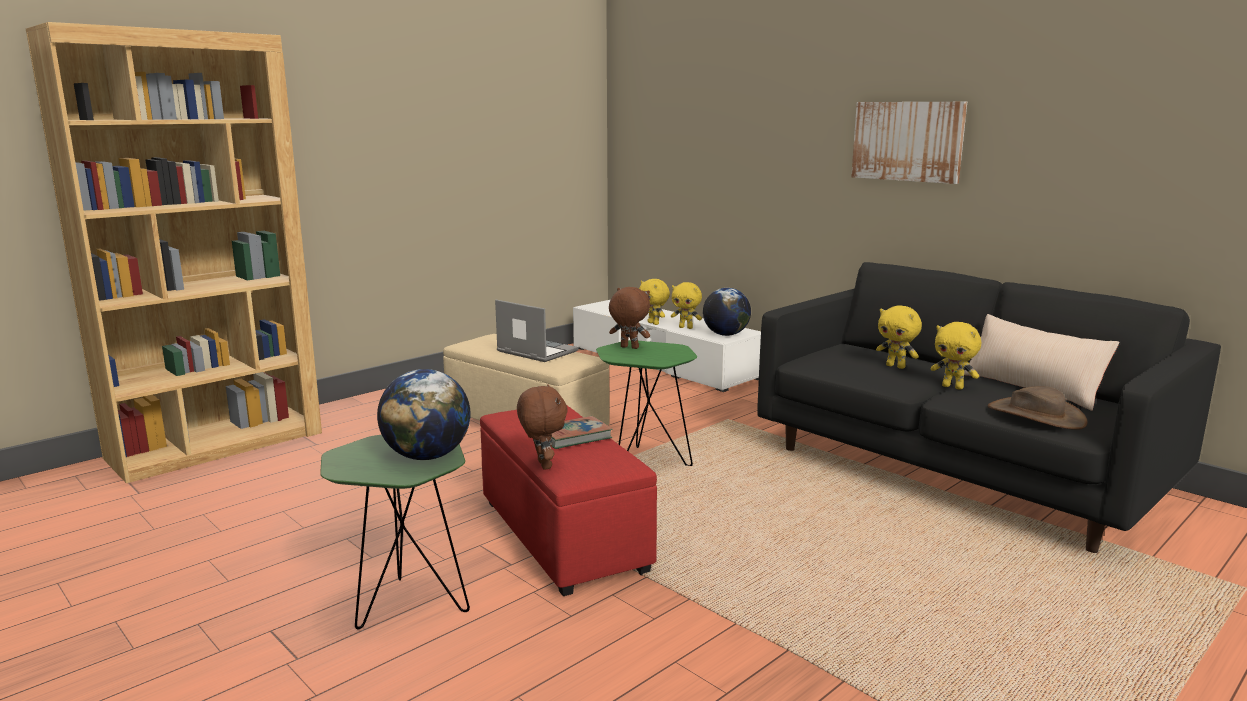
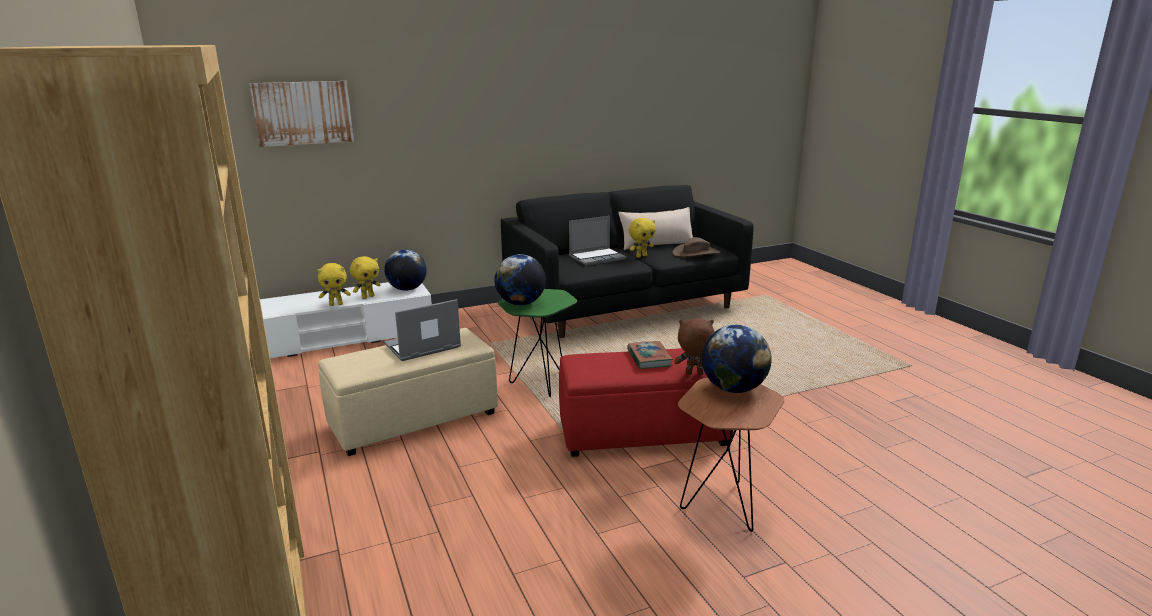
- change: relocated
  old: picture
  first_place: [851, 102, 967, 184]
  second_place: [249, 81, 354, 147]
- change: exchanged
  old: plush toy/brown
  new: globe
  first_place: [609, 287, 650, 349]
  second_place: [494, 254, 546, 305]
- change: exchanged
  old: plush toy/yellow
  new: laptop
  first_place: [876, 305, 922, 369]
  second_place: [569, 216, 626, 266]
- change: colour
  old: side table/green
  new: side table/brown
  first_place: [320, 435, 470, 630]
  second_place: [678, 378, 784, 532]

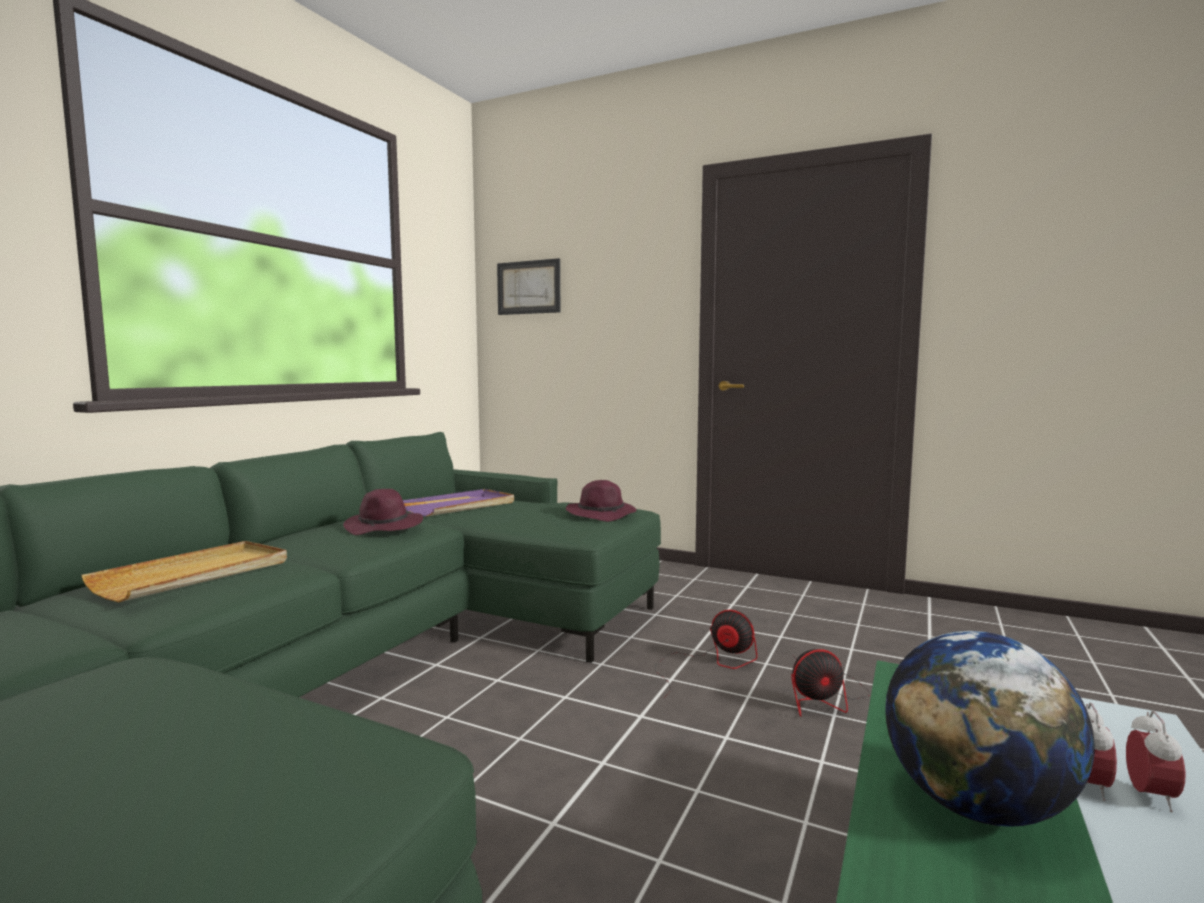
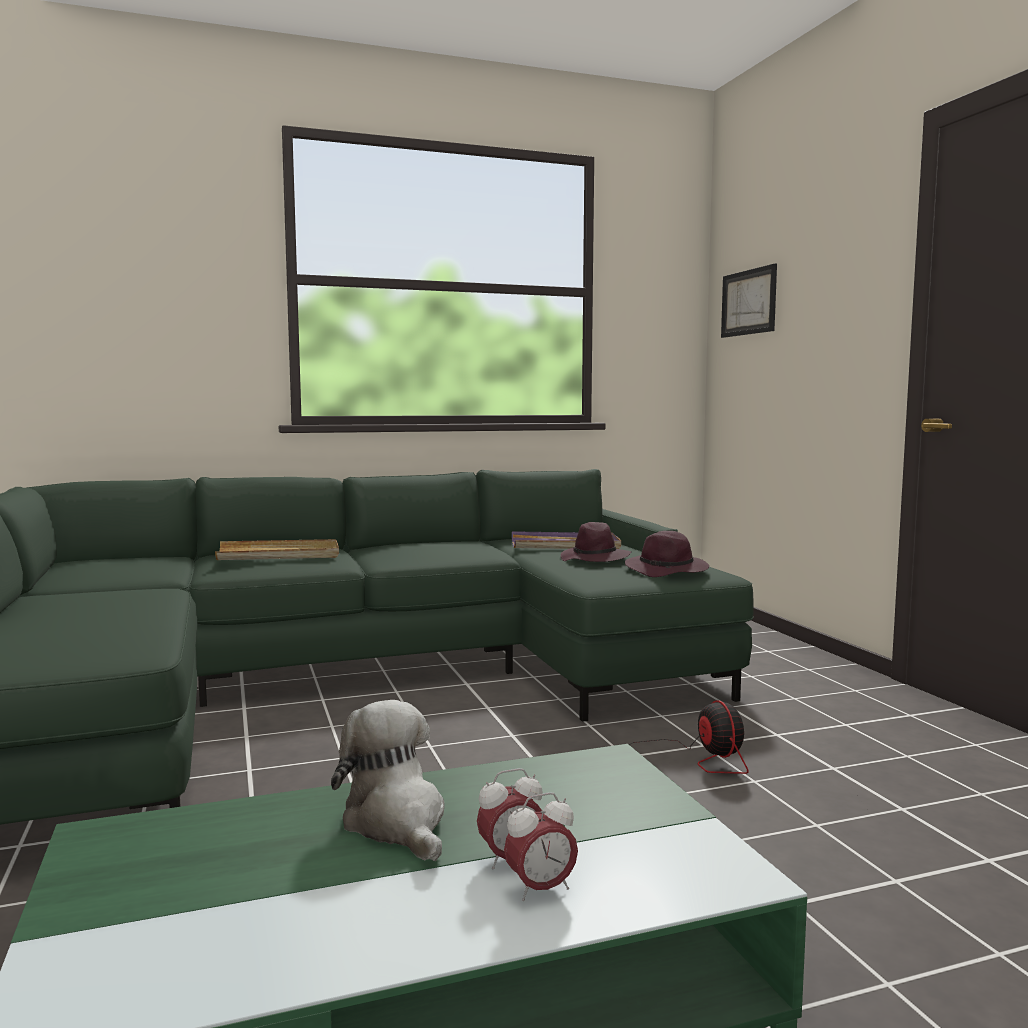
- change: relocated
  old: hat/purple
  first_place: [343, 489, 423, 535]
  second_place: [560, 522, 631, 562]
- change: exchanged
  old: globe
  new: plush toy
  first_place: [886, 631, 1095, 827]
  second_place: [331, 700, 445, 861]
- change: missing
  old: fan
  first_place: [791, 649, 870, 717]

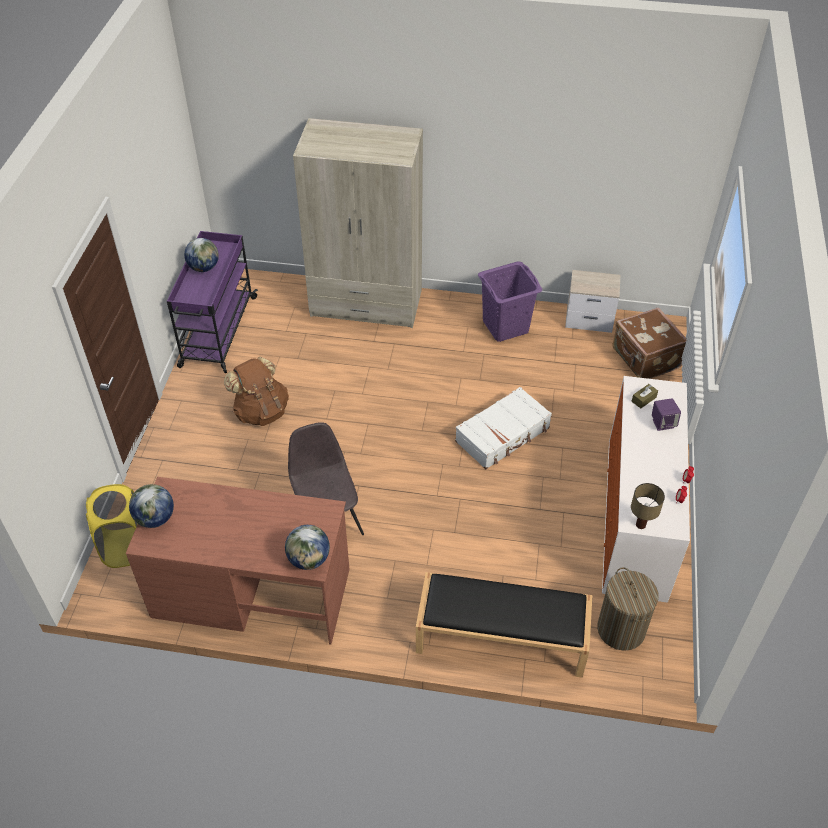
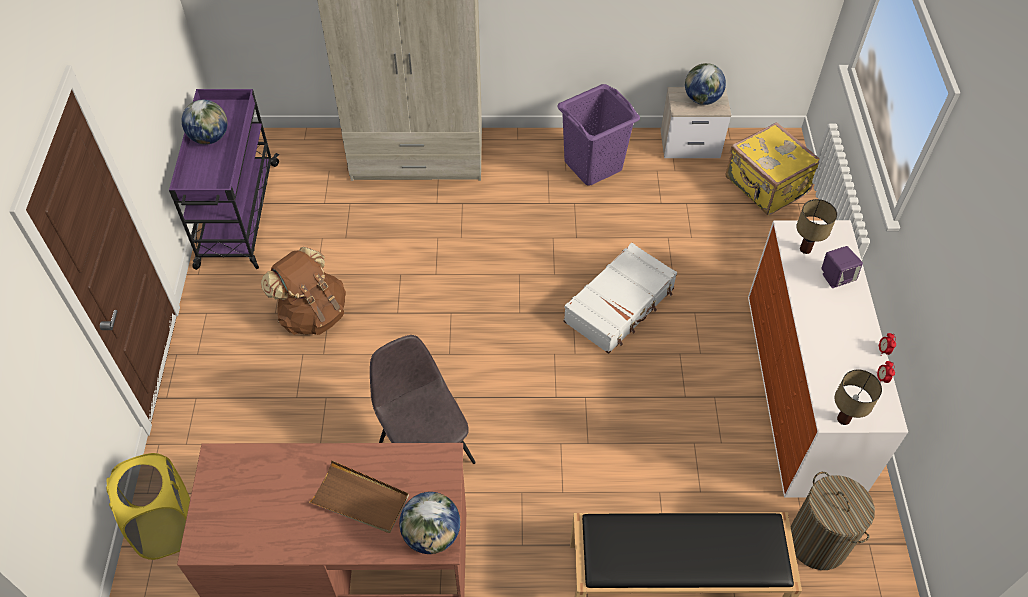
- change: colour
  old: suitcase/brown
  new: suitcase/yellow
  first_place: [612, 307, 687, 379]
  second_place: [726, 122, 820, 215]
- change: exchanged
  old: tissue box/brown
  new: table lamp
  first_place: [632, 384, 658, 408]
  second_place: [796, 199, 837, 254]
- change: relocated
  old: globe
  first_place: [129, 484, 174, 528]
  second_place: [685, 63, 726, 105]
- change: appeared
  new: tray/brown
  second_place: [309, 460, 409, 533]

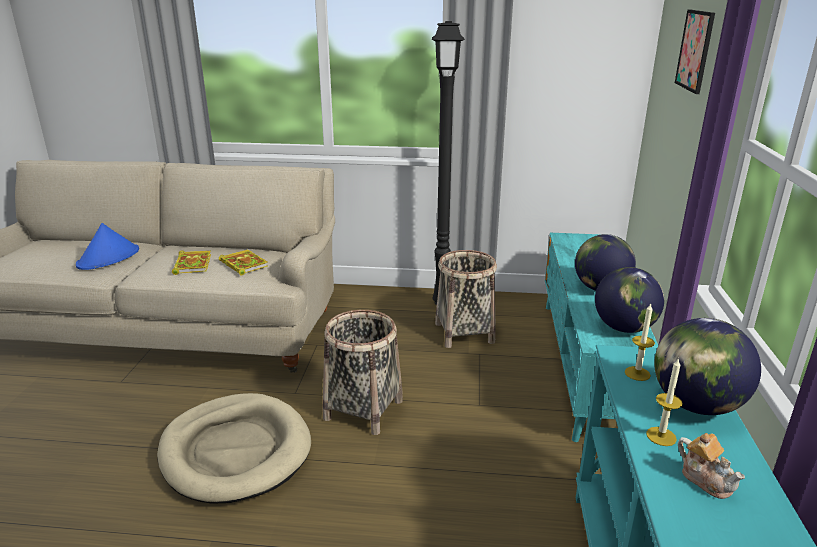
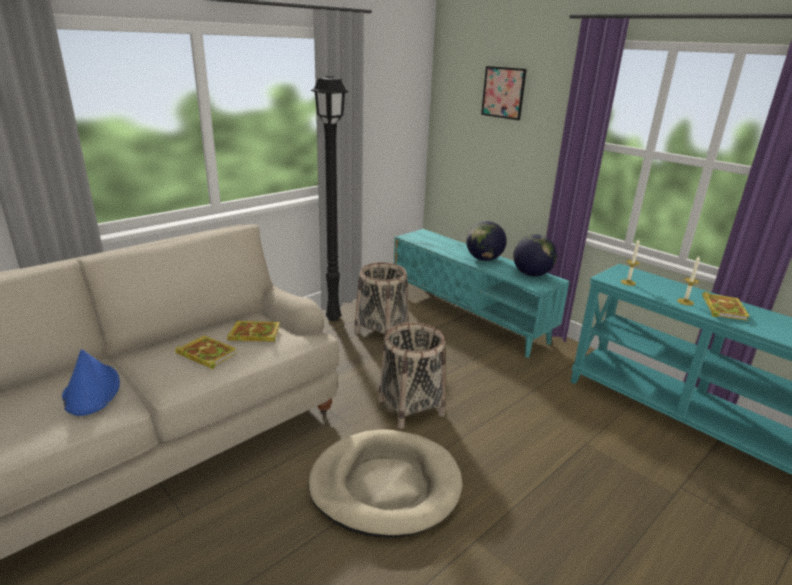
- change: missing
  old: globe
  first_place: [654, 318, 761, 415]
- change: exchanged
  old: teapot
  new: book
  first_place: [678, 433, 745, 499]
  second_place: [702, 292, 750, 321]

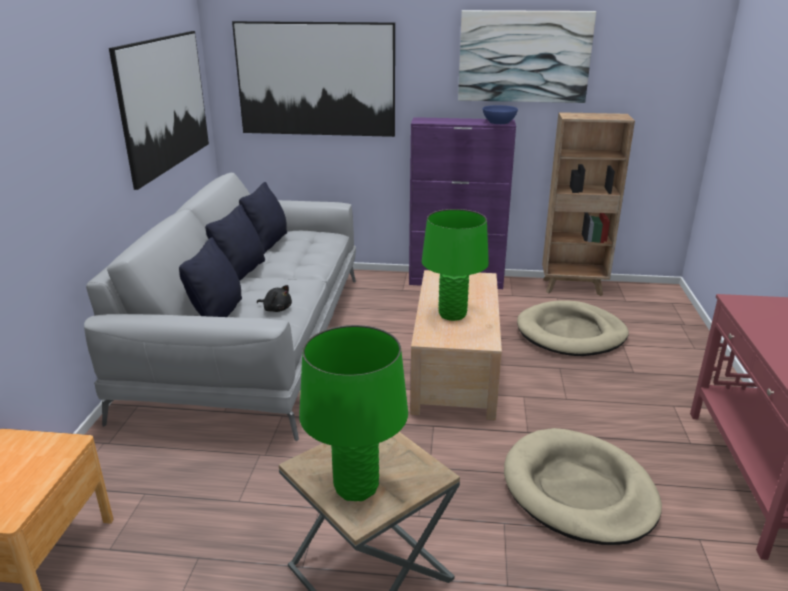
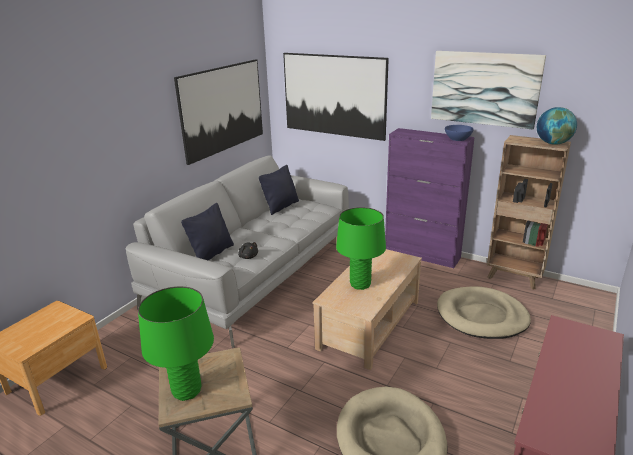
- change: missing
  old: pillow/black
  first_place: [205, 205, 265, 281]
- change: appeared
  new: globe
  second_place: [537, 107, 577, 145]

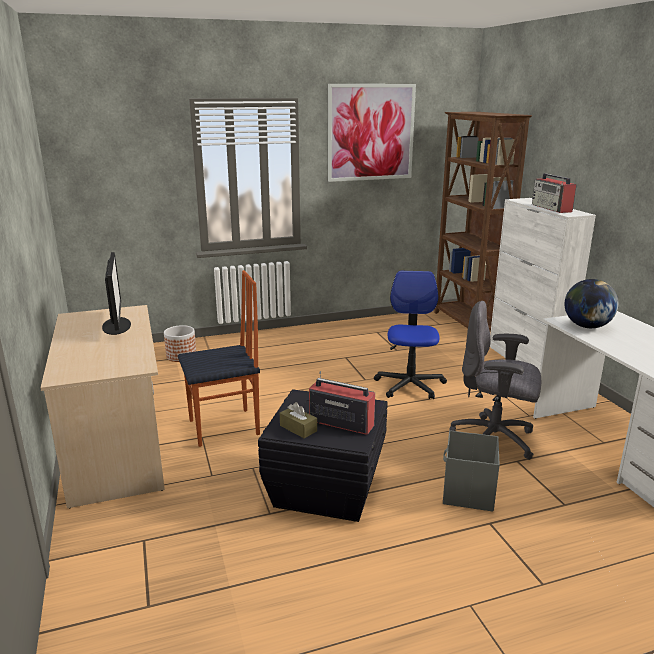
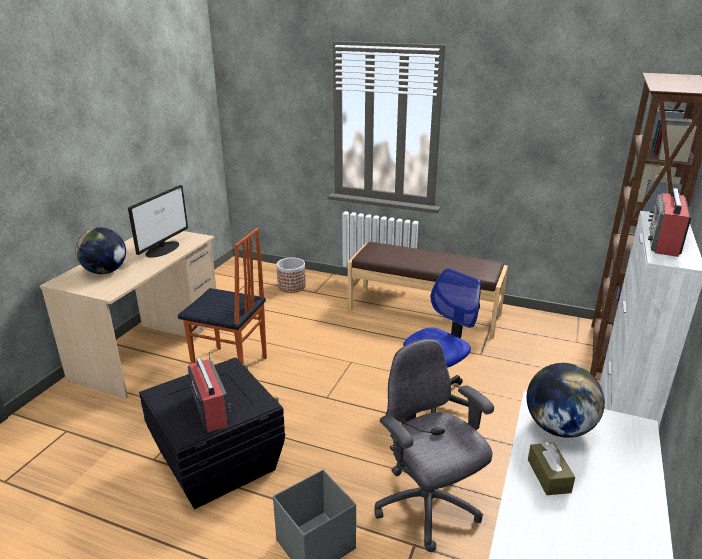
- change: missing
  old: picture
  first_place: [328, 84, 416, 182]
- change: relocated
  old: tissue box/brown
  first_place: [280, 402, 317, 438]
  second_place: [528, 442, 575, 495]
- change: appeared
  new: globe
  second_place: [75, 227, 126, 274]
- change: appeared
  new: bench/brown
  second_place: [348, 242, 508, 339]

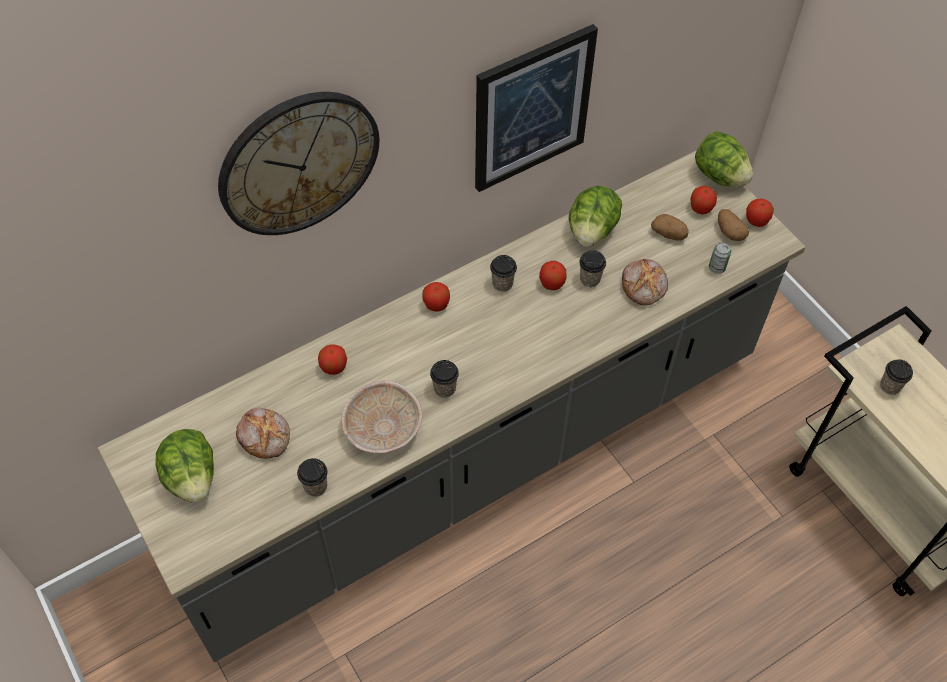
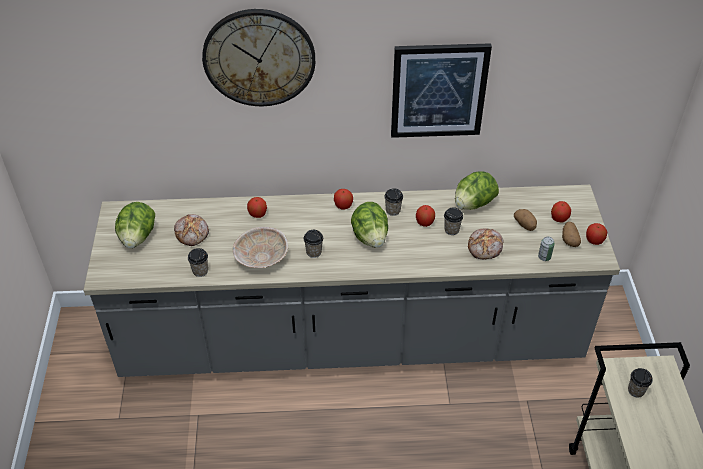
- change: relocated
  old: lettuce
  first_place: [695, 132, 754, 187]
  second_place: [351, 202, 388, 248]

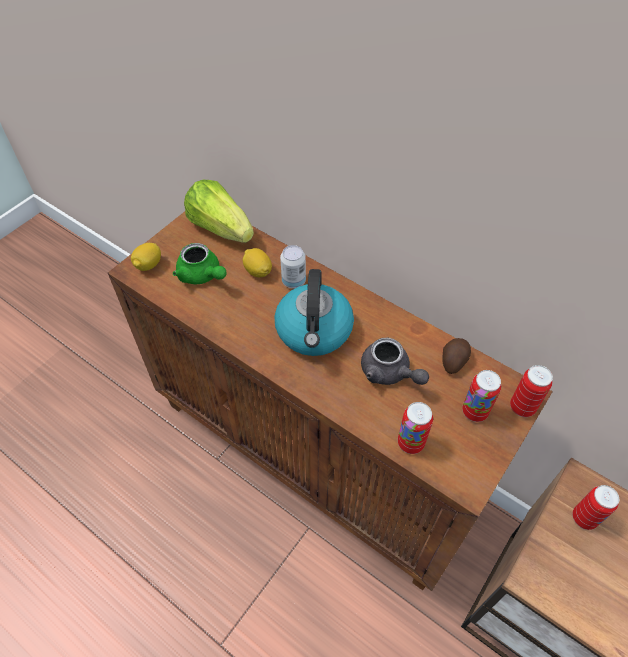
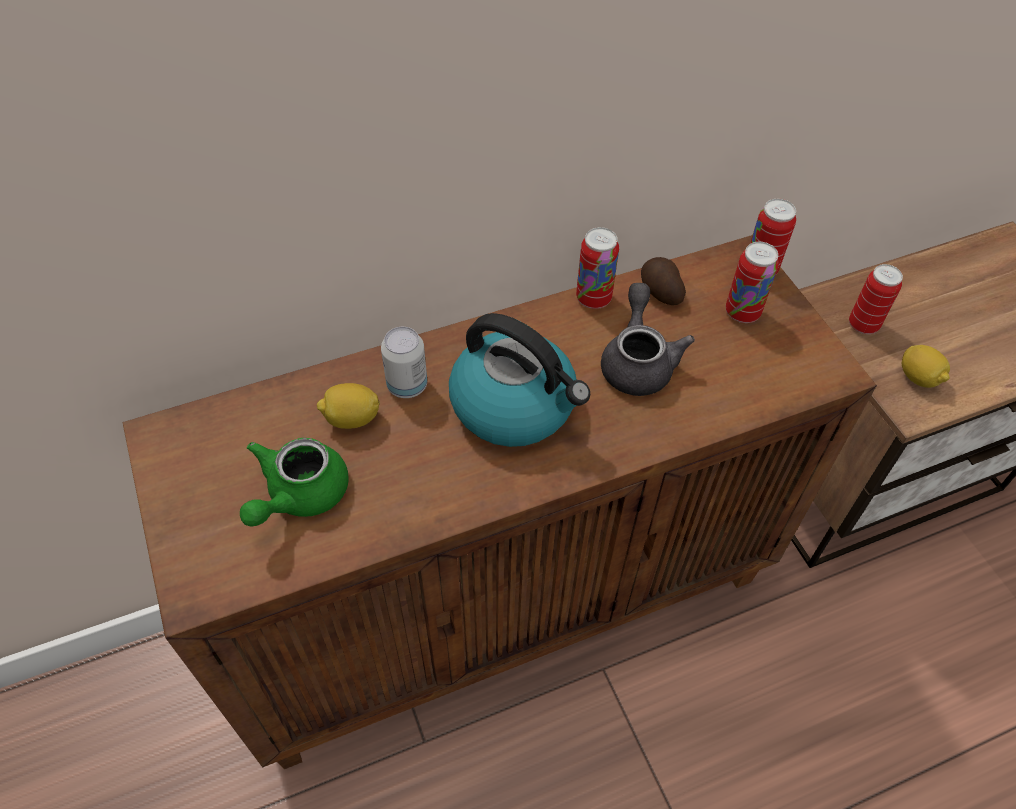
- change: missing
  old: lettuce
  first_place: [184, 180, 254, 243]
- change: relocated
  old: lemon
  first_place: [131, 243, 161, 271]
  second_place: [902, 345, 950, 388]
- change: spun
  old: teapot/green
  first_place: [173, 243, 227, 285]
  second_place: [240, 438, 348, 526]
  degrees: 135
- change: spun
  old: teapot/grey
  first_place: [361, 338, 429, 385]
  second_place: [601, 283, 695, 396]
  degrees: -75
- change: relocated
  old: can
  first_place: [398, 402, 433, 454]
  second_place: [576, 227, 619, 309]

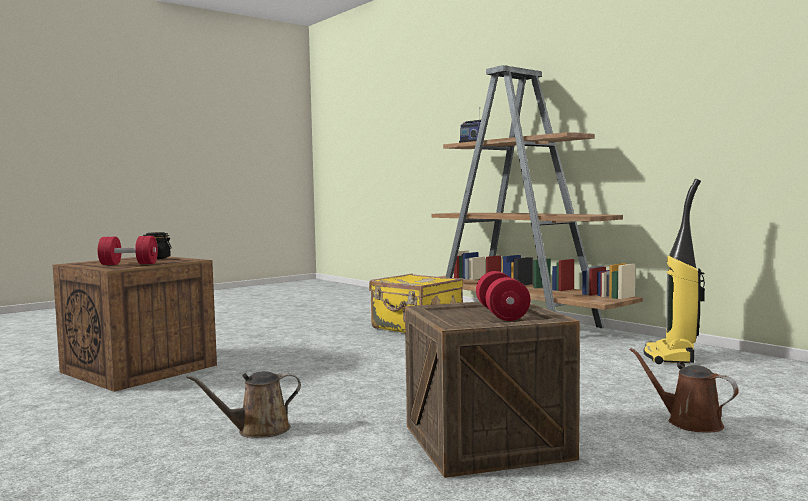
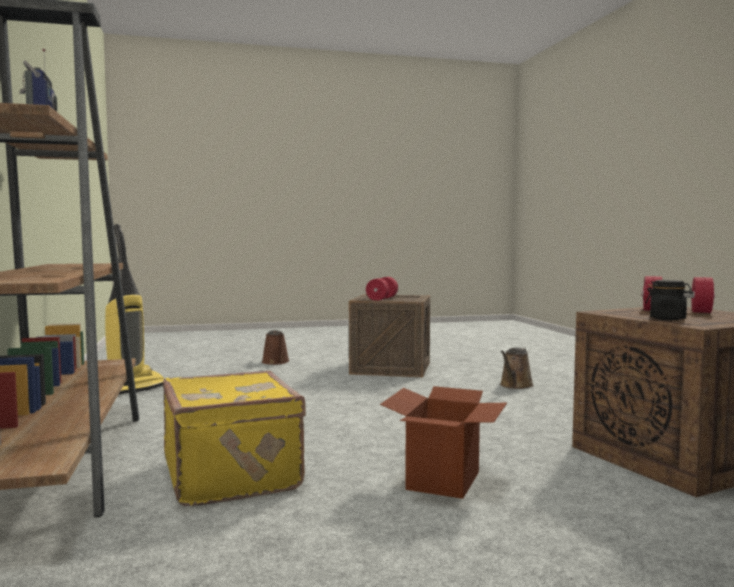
- change: spun
  old: watering can/brown
  first_place: [186, 371, 301, 437]
  second_place: [500, 348, 534, 389]
  degrees: 120
- change: appeared
  new: cardboard box
  second_place: [380, 386, 507, 499]

